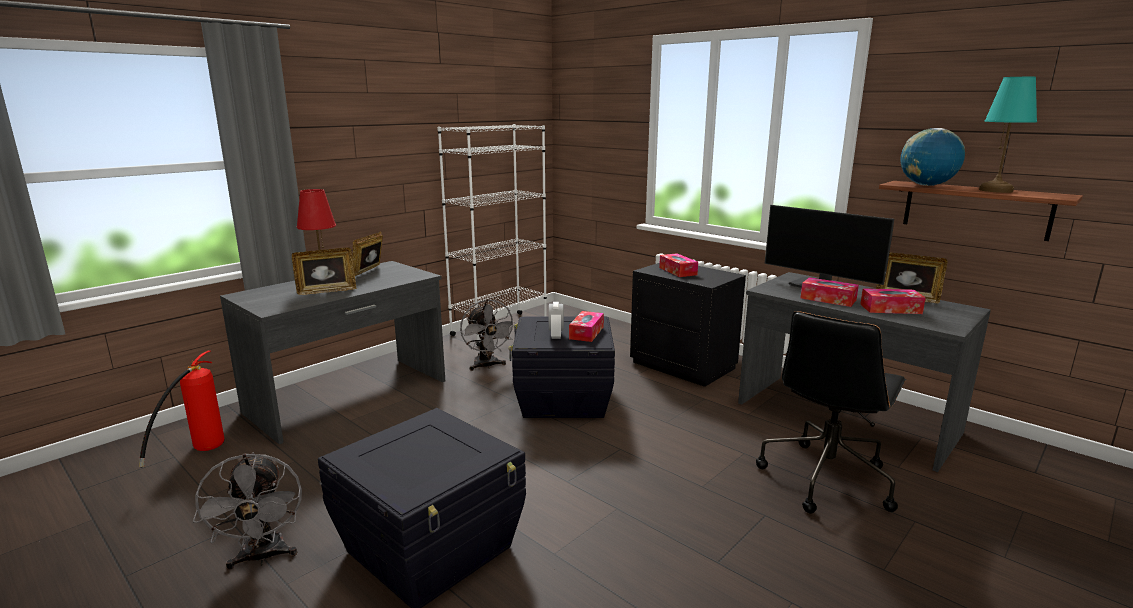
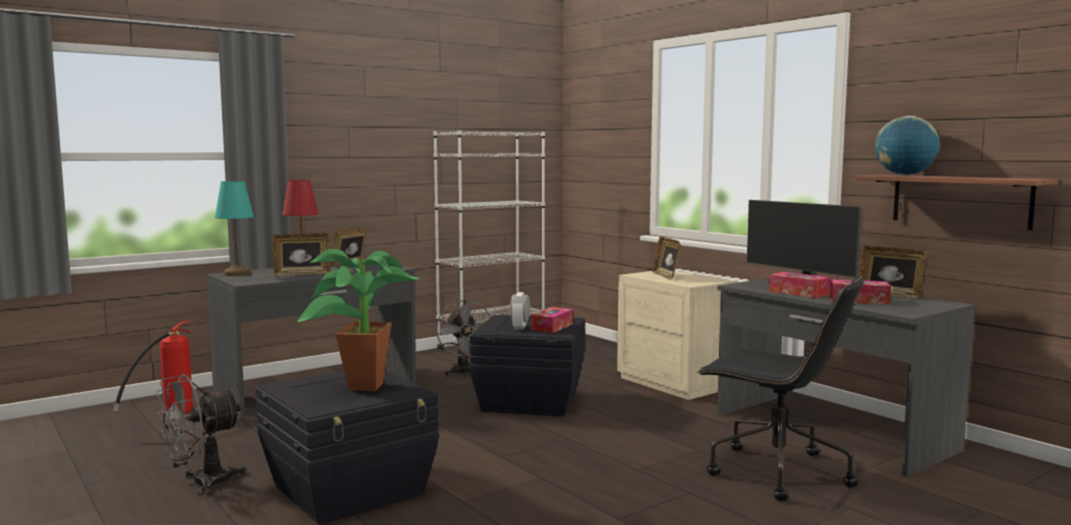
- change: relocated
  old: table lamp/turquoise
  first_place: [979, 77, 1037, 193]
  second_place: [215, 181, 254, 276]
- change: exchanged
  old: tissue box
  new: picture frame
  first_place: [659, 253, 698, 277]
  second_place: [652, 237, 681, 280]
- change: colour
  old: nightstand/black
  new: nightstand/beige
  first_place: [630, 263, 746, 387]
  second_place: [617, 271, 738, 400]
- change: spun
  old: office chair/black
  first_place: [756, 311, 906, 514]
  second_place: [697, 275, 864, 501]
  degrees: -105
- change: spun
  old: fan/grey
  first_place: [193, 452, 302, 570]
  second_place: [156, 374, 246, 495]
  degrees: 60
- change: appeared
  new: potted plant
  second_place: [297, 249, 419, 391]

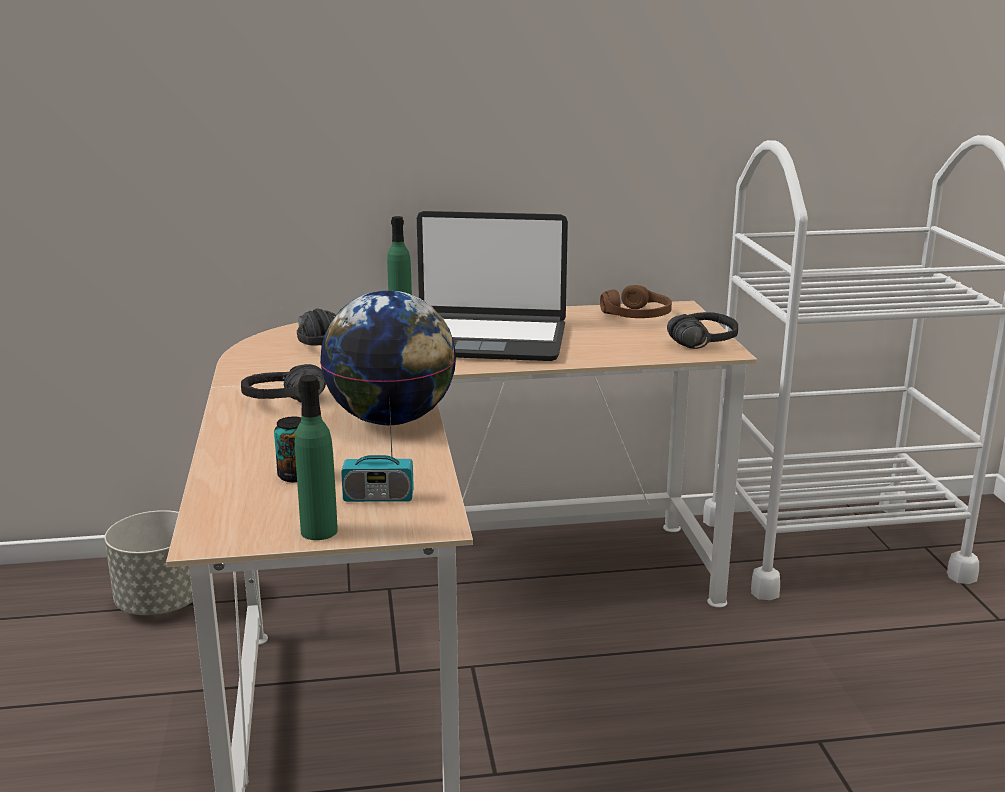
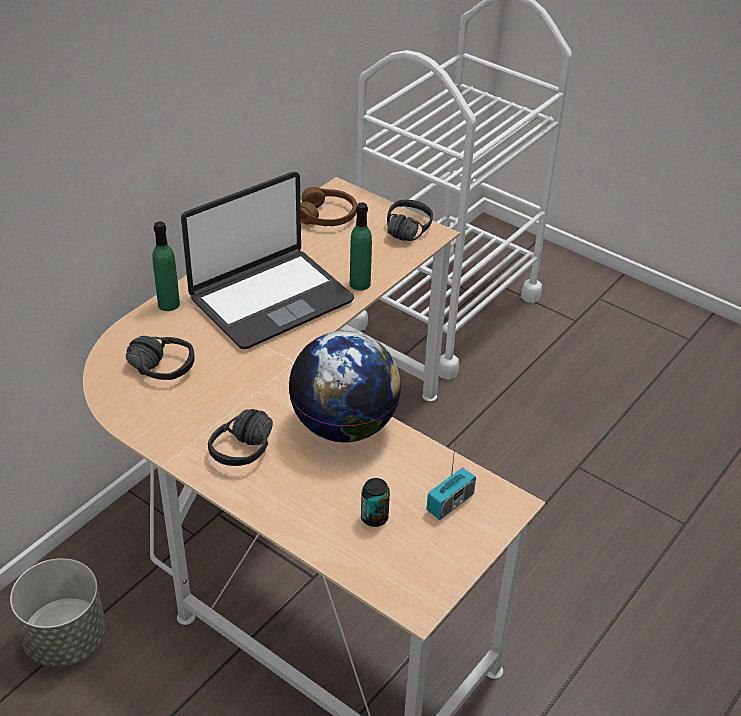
- change: relocated
  old: bottle/green
  first_place: [295, 375, 338, 540]
  second_place: [350, 203, 372, 291]

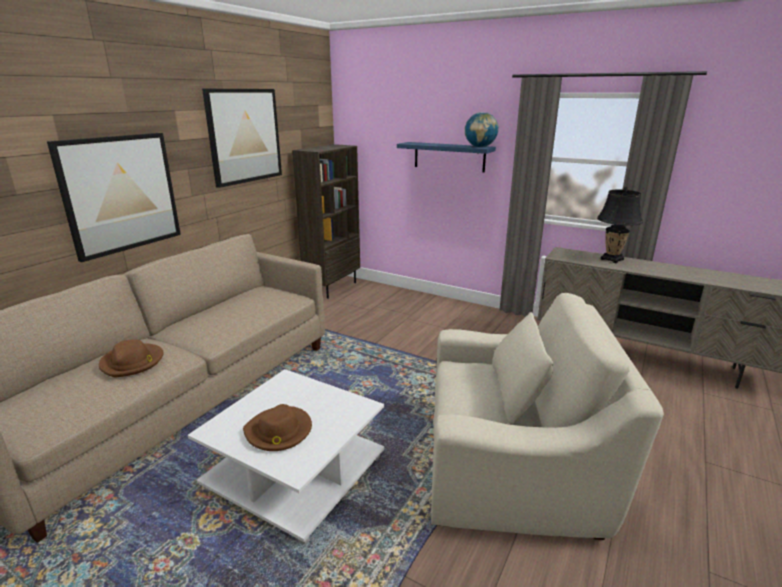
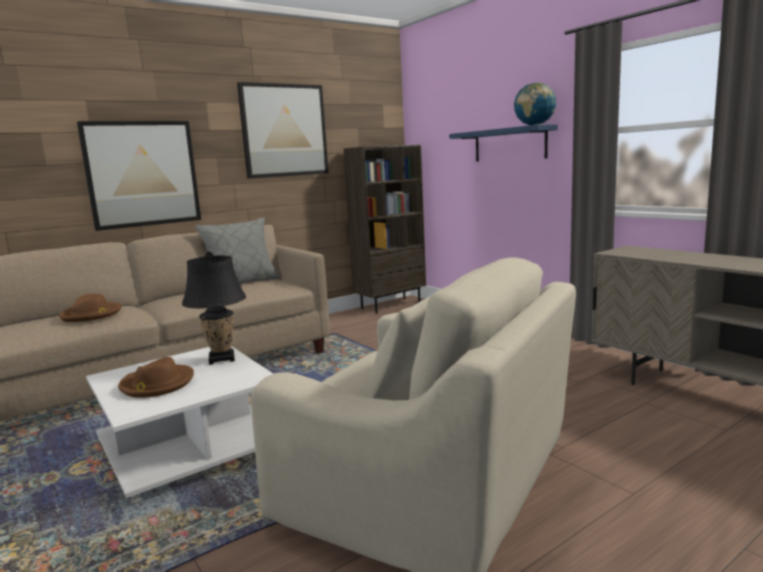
- change: relocated
  old: table lamp/black
  first_place: [597, 187, 643, 263]
  second_place: [182, 251, 246, 365]
- change: appeared
  new: pillow/grey
  second_place: [195, 217, 280, 283]

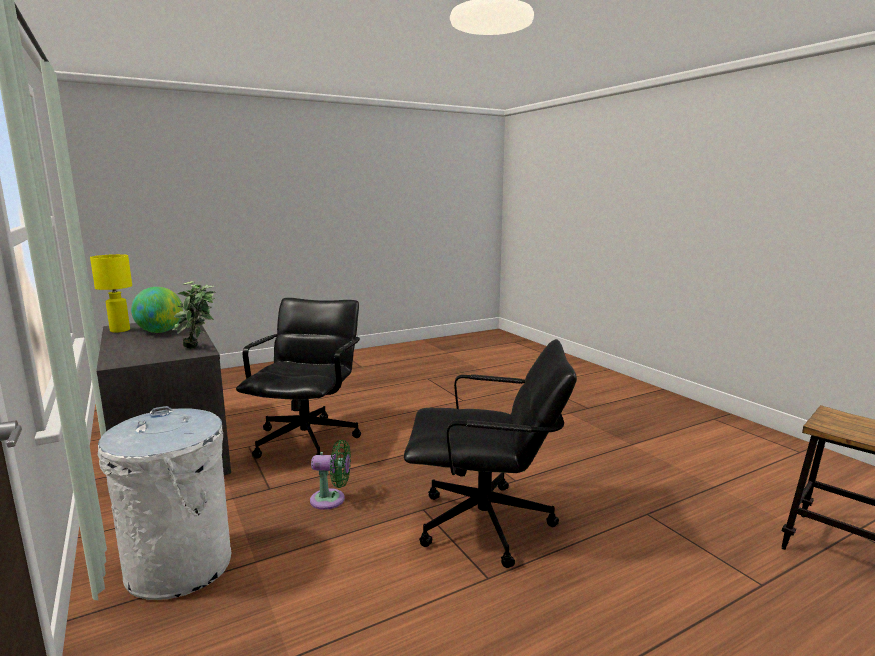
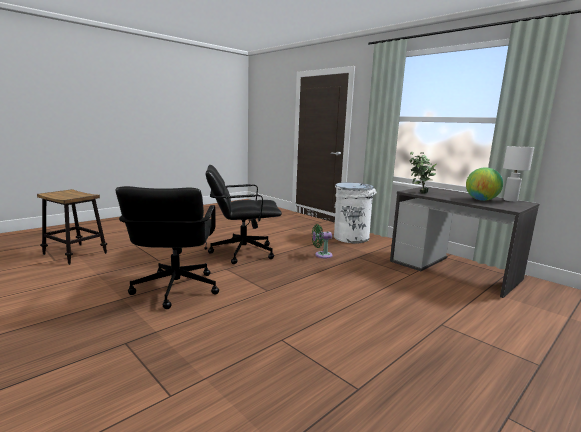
- change: colour
  old: table lamp/yellow
  new: table lamp/white
  first_place: [90, 254, 132, 333]
  second_place: [503, 146, 534, 202]
- change: relocated
  old: office chair/black
  first_place: [236, 298, 361, 459]
  second_place: [116, 186, 219, 309]

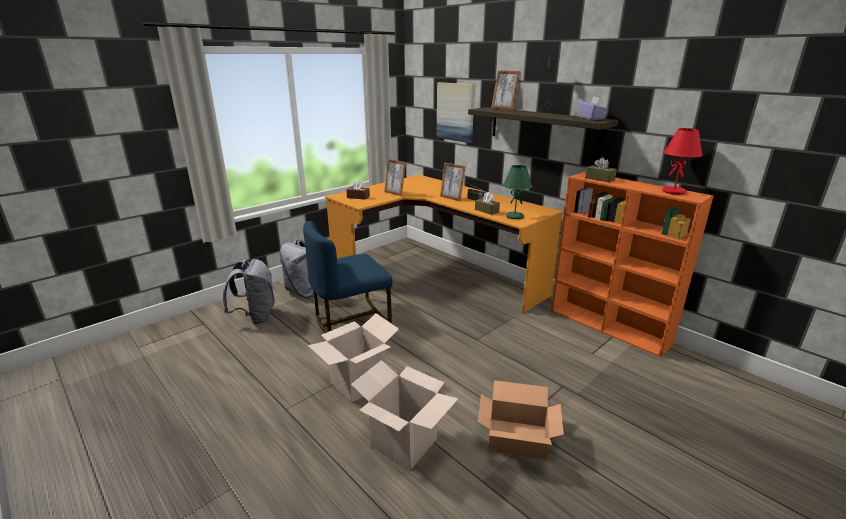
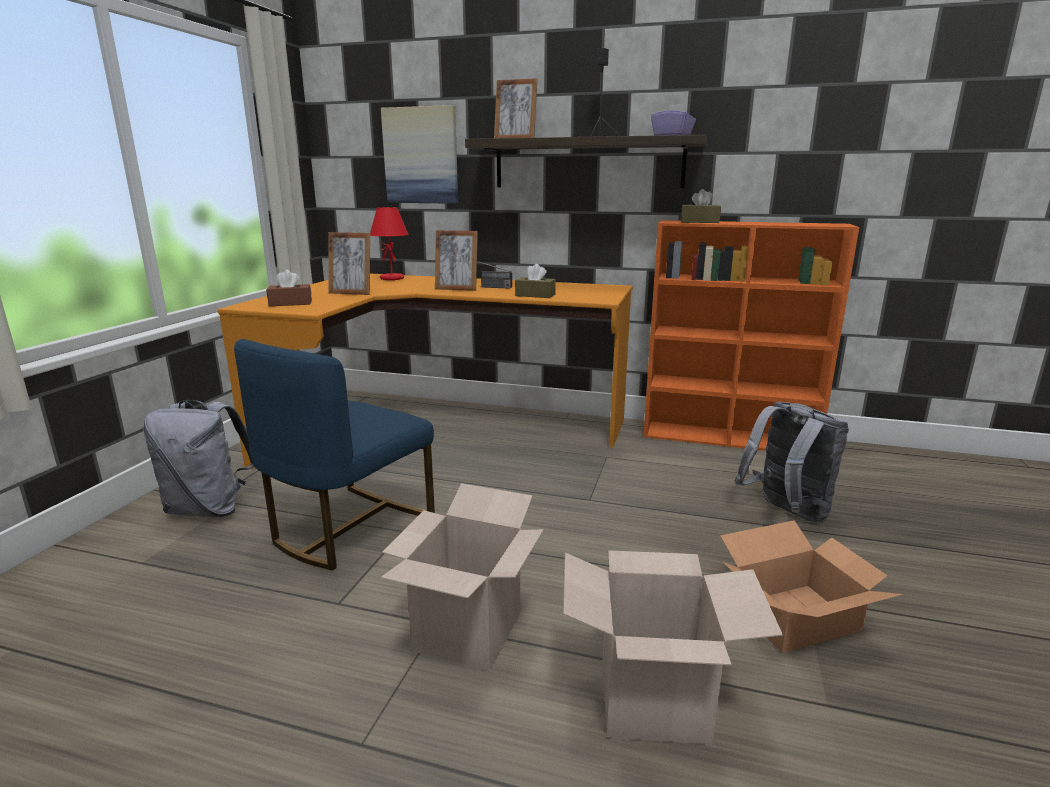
- change: relocated
  old: table lamp/red
  first_place: [662, 128, 703, 195]
  second_place: [370, 207, 409, 280]
- change: missing
  old: table lamp/green
  first_place: [503, 165, 532, 219]
- change: relocated
  old: backpack/grey
  first_place: [223, 259, 275, 324]
  second_place: [735, 402, 849, 522]

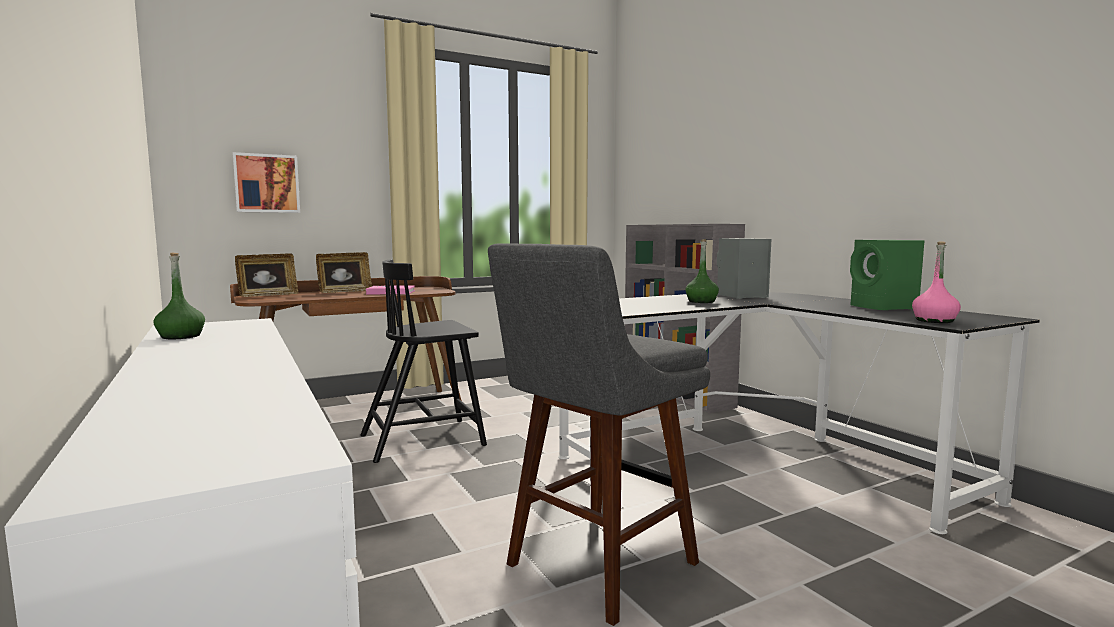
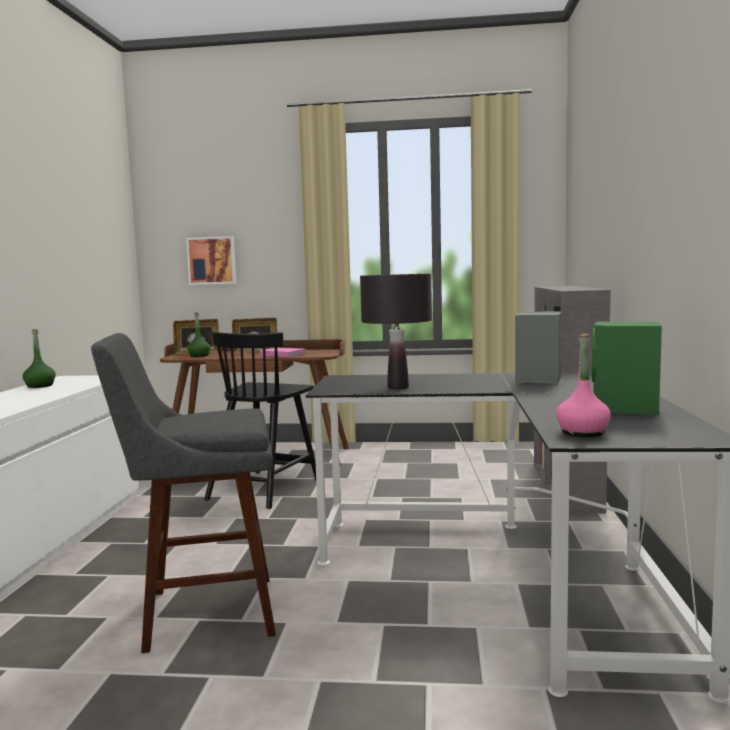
- change: relocated
  old: bottle/green
  first_place: [686, 239, 719, 303]
  second_place: [187, 313, 210, 357]
- change: spun
  old: chair/black
  first_place: [360, 259, 487, 463]
  second_place: [204, 332, 316, 509]
  degrees: -75
- change: appeared
  new: table lamp/black
  second_place: [360, 274, 432, 389]

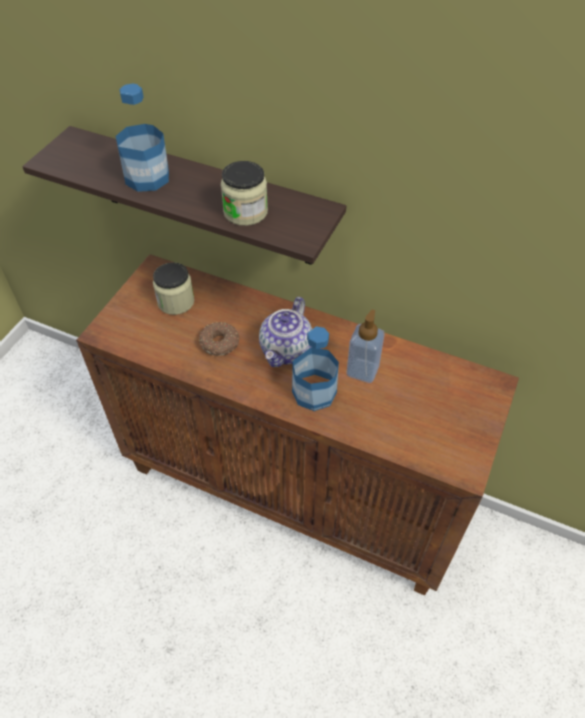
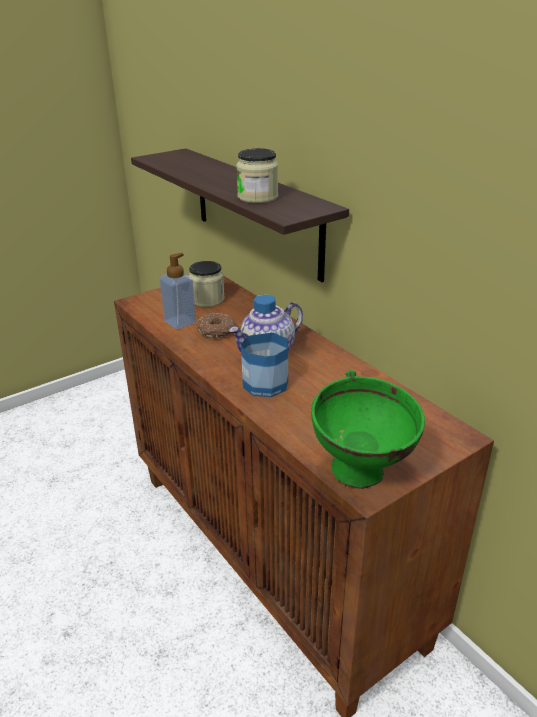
- change: missing
  old: bottle
  first_place: [116, 84, 169, 192]
- change: relocated
  old: soap dispenser
  first_place: [346, 310, 385, 383]
  second_place: [159, 253, 196, 329]
- change: appeared
  new: bowl/green
  second_place: [311, 370, 425, 489]

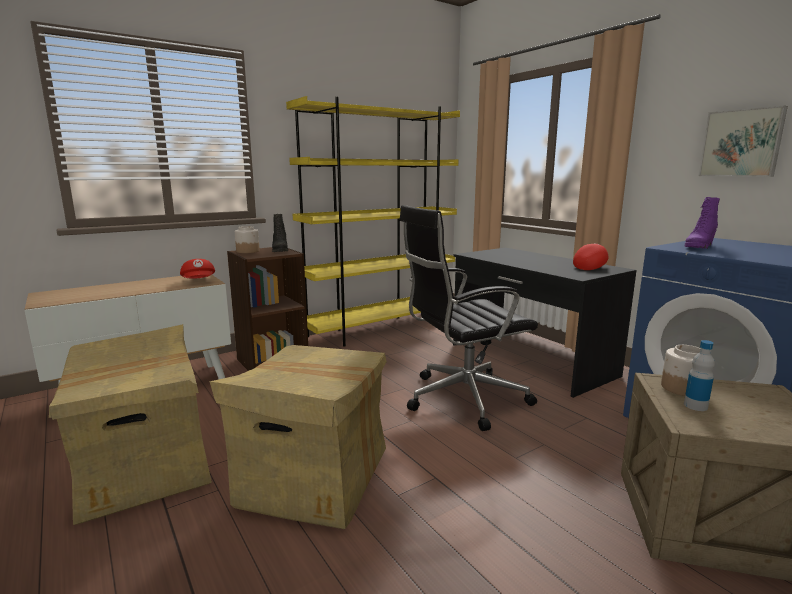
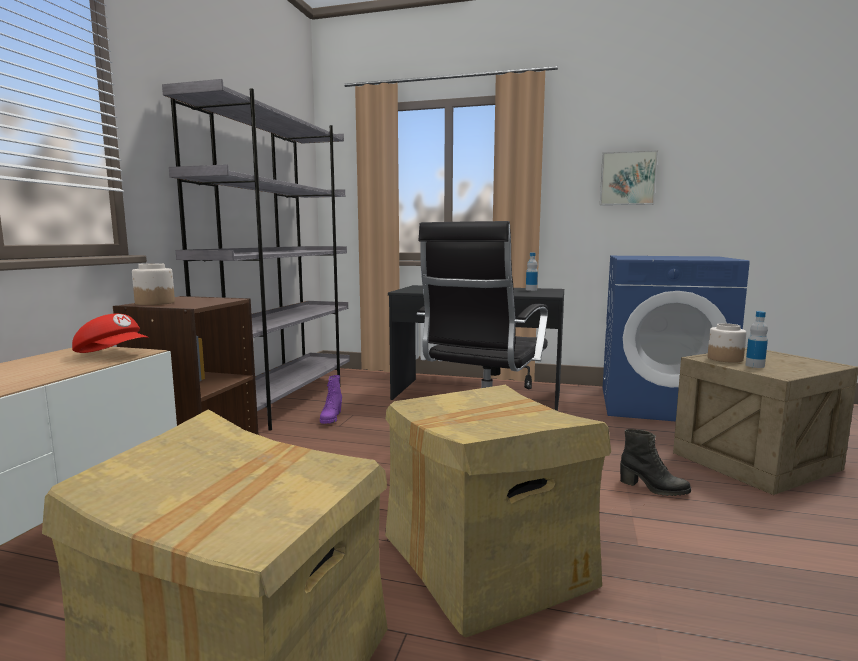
- change: colour
  old: bookcase/yellow
  new: bookcase/grey
  first_place: [286, 96, 460, 346]
  second_place: [162, 79, 350, 431]
- change: relocated
  old: boot/purple
  first_place: [684, 197, 720, 249]
  second_place: [320, 375, 342, 424]
- change: relocated
  old: boot/black
  first_place: [272, 214, 288, 252]
  second_place: [620, 429, 691, 496]
- change: exchanged
  old: cap/red
  new: bottle
  first_place: [573, 243, 609, 270]
  second_place: [526, 253, 538, 291]

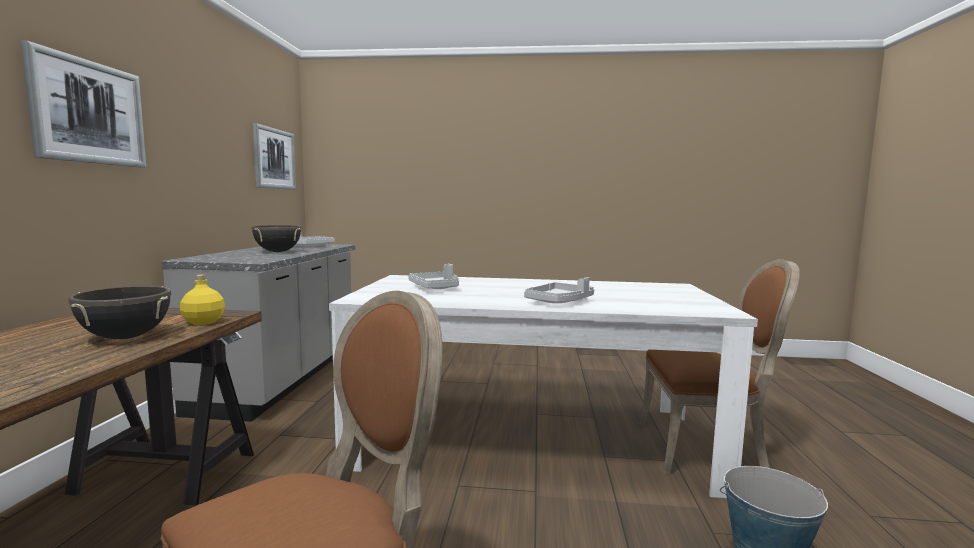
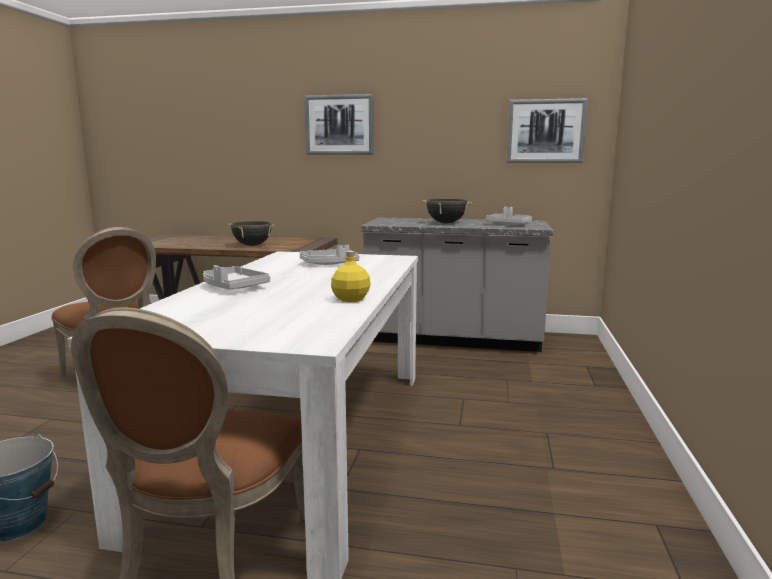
- change: relocated
  old: bottle/yellow
  first_place: [180, 275, 225, 325]
  second_place: [331, 251, 370, 302]

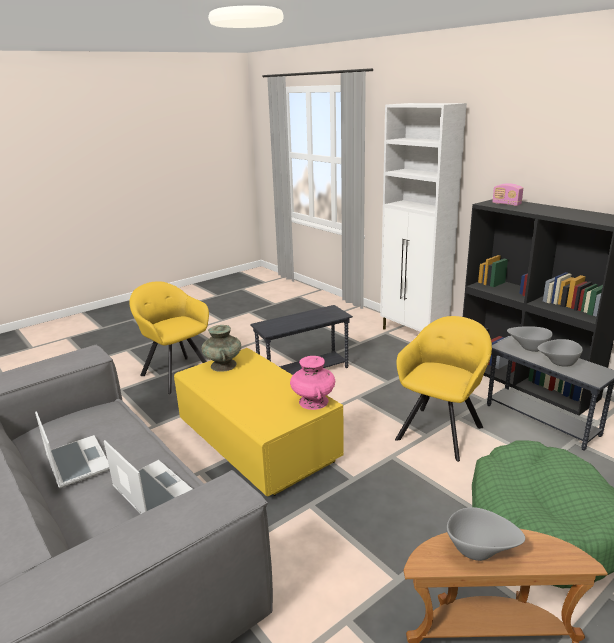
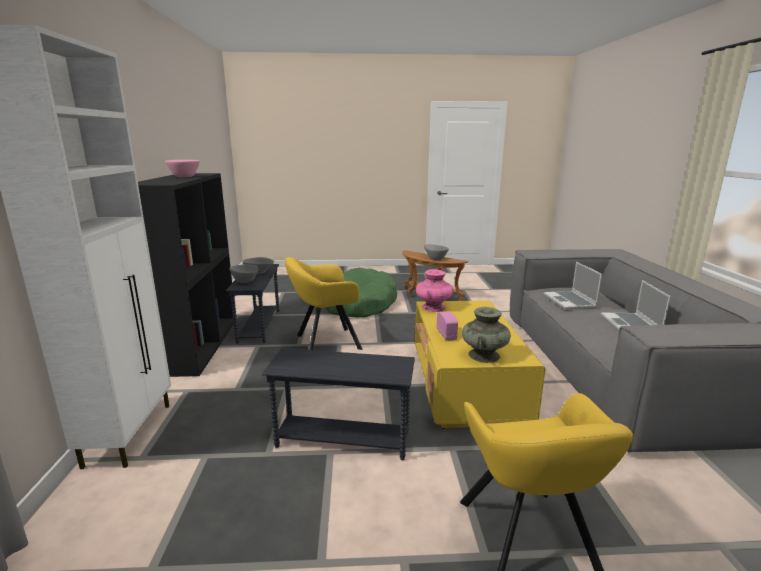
- change: relocated
  old: radio
  first_place: [492, 183, 523, 206]
  second_place: [436, 311, 458, 340]
- change: appeared
  new: bowl/pink
  second_place: [165, 160, 200, 177]

